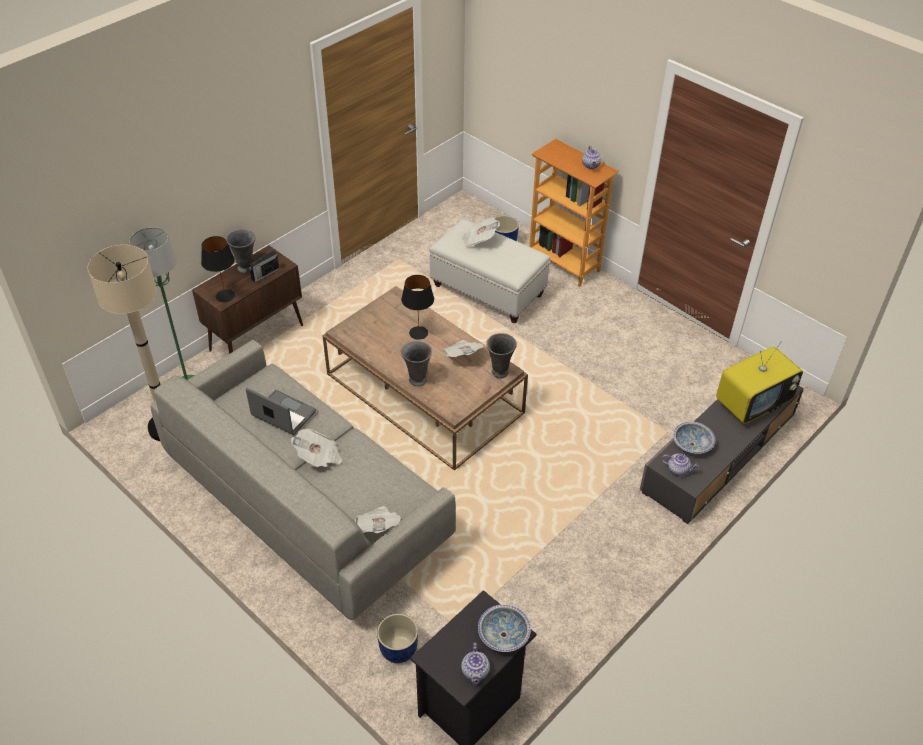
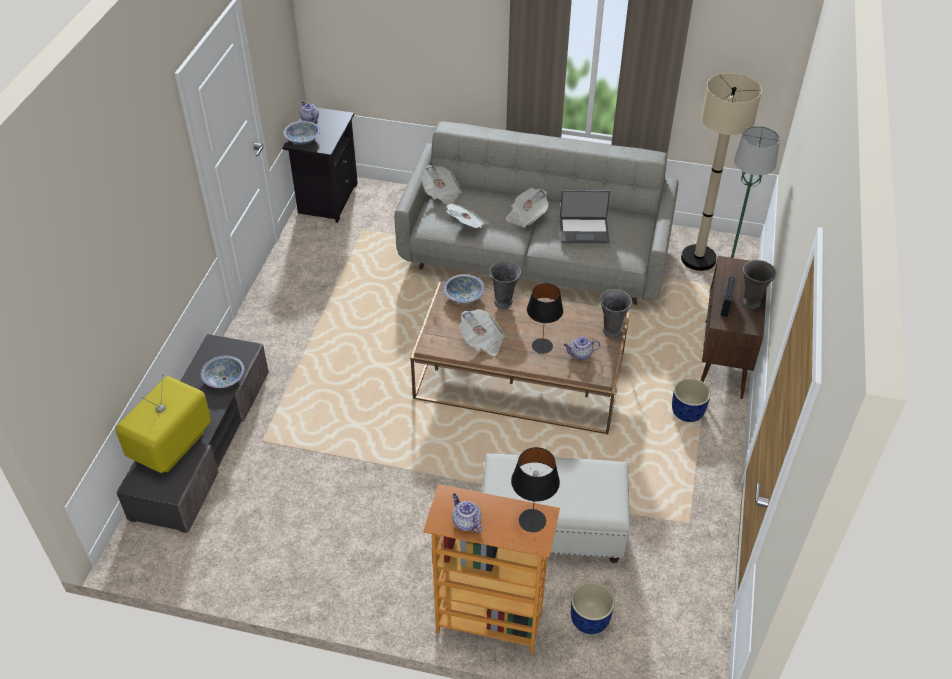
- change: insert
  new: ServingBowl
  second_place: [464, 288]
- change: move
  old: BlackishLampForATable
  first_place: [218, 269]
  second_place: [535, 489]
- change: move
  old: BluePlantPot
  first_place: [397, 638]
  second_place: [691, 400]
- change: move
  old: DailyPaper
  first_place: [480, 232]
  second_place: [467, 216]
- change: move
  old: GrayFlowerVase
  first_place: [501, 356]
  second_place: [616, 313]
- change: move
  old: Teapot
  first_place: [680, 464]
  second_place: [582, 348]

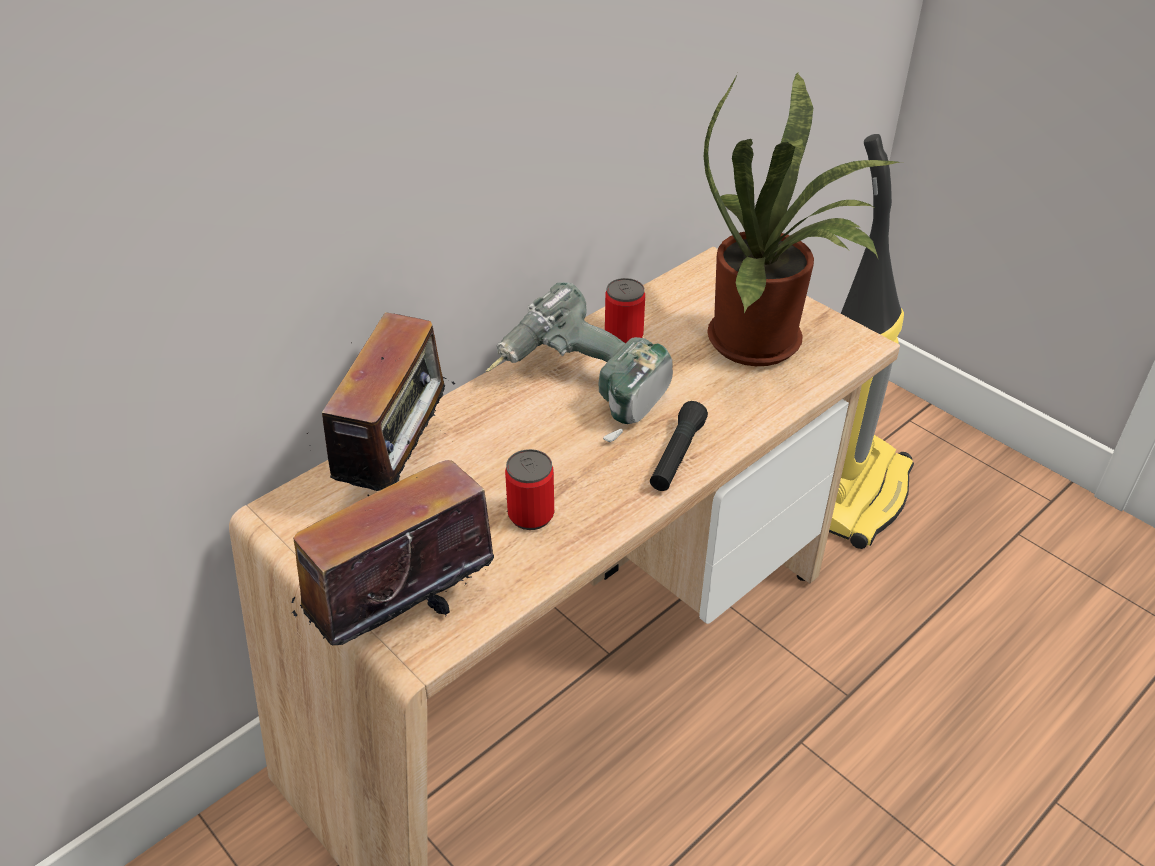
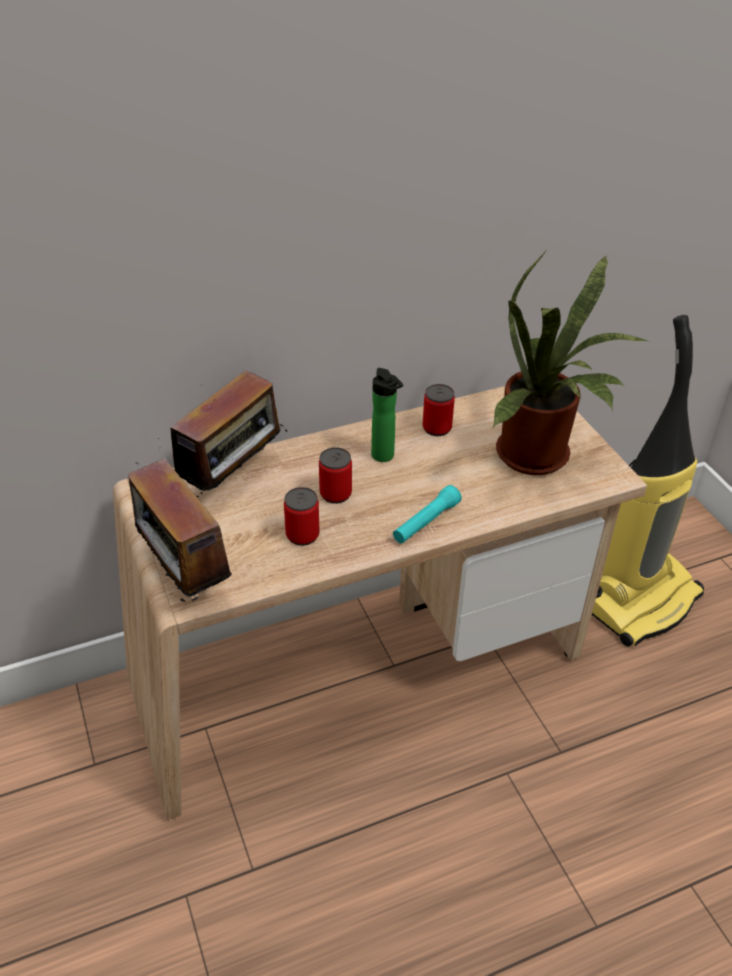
- change: insert
  new: SealedCan
  second_place: [335, 475]
- change: replace
  old: ElectricDrill
  new: DrinkBottle
  first_place: [579, 362]
  second_place: [387, 415]
- change: recolor
  old: BlackishTorch
  new: TurquoiseTorch
  first_place: [679, 446]
  second_place: [427, 514]
- change: rotate
  old: Radio
  first_place: [400, 542]
  second_place: [180, 530]
  degrees: -105

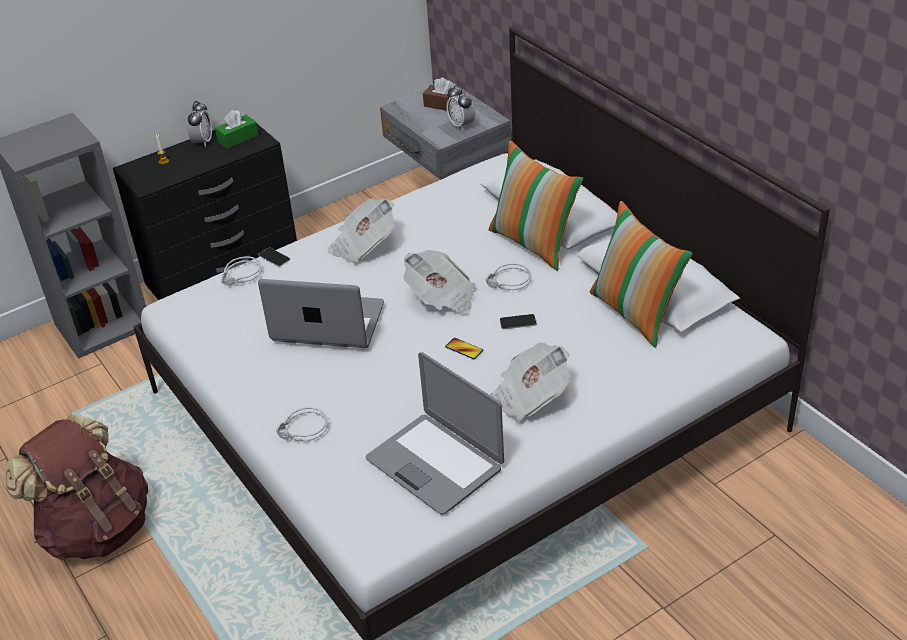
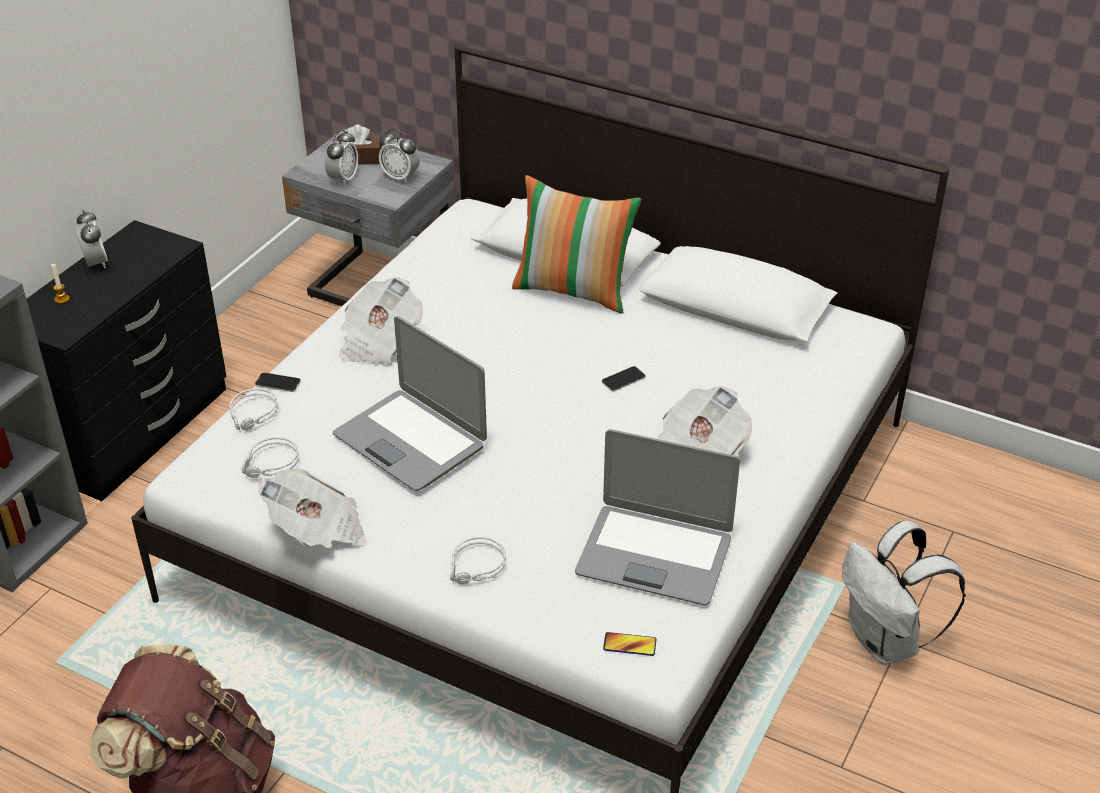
- change: delete
  old: GreenColouredBoxOfTissues
  first_place: [237, 129]
- change: delete
  old: ThrowPillow
  first_place: [641, 274]
- change: insert
  new: AlarmClock
  second_place: [341, 157]
- change: insert
  new: WhitishBackpack
  second_place: [904, 592]
- change: move
  old: DailyPaper
  first_place: [439, 282]
  second_place: [312, 508]
- change: move
  old: Telephone
  first_place: [464, 348]
  second_place: [630, 644]
- change: move
  old: GrayHeadset
  first_place: [508, 276]
  second_place: [270, 458]
- change: rotate
  old: NotebookComputer
  first_place: [321, 313]
  second_place: [410, 403]
  degrees: -120

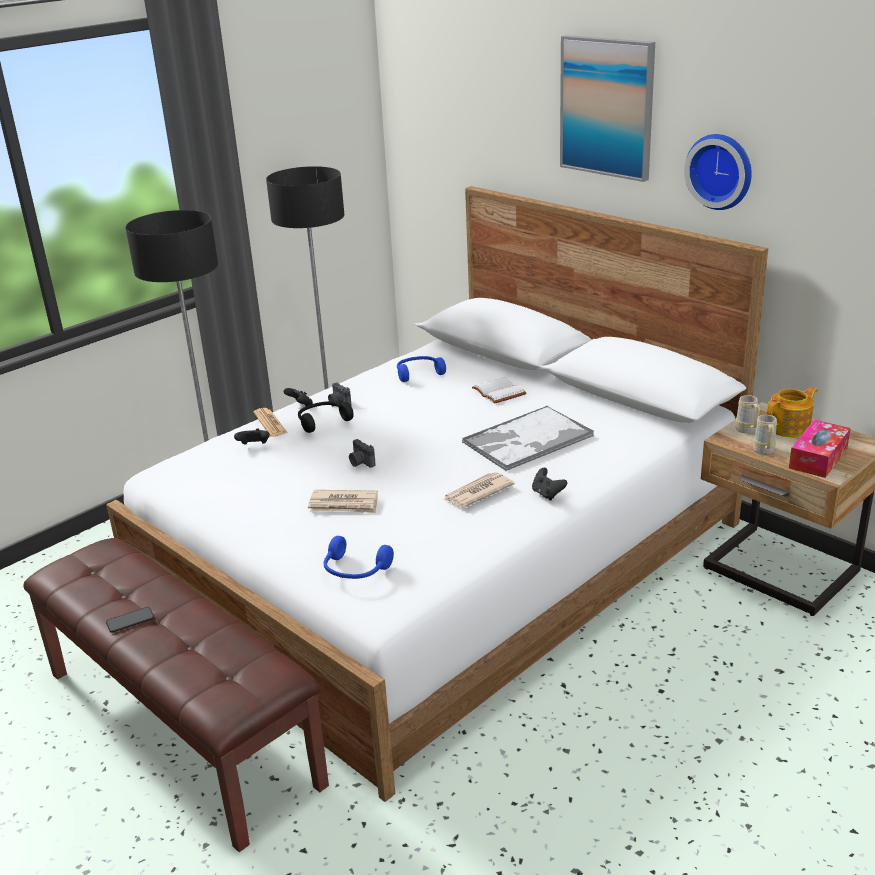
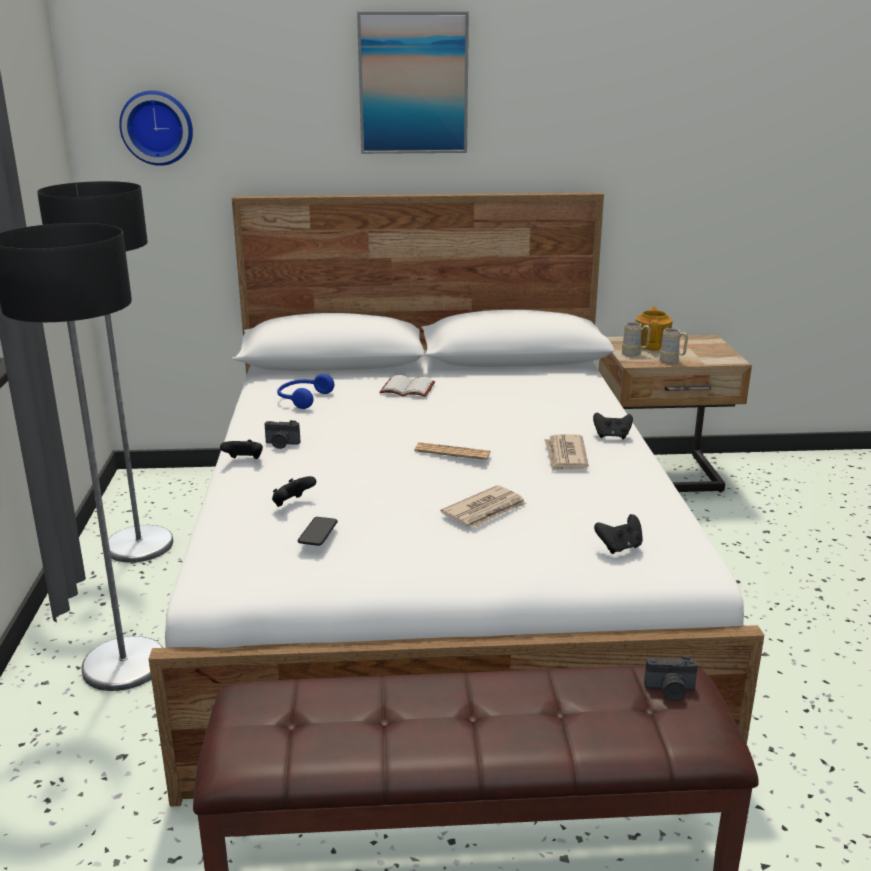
- change: delete
  old: BlackishHeadset
  first_place: [326, 417]
- change: delete
  old: Tray
  first_place: [528, 438]
- change: delete
  old: BoxOfTissues
  first_place: [820, 449]
- change: move
  old: Telephone
  first_place: [130, 620]
  second_place: [318, 531]
- change: move
  old: DailyPaper
  first_place: [270, 422]
  second_place: [452, 451]
- change: move
  old: StillCamera
  first_place: [362, 453]
  second_place: [671, 678]
- change: move
  old: ClockOnTheWall
  first_place: [718, 172]
  second_place: [156, 128]
- change: replace
  old: BlueHeadset
  new: BlackishJoypad
  first_place: [359, 557]
  second_place: [618, 534]

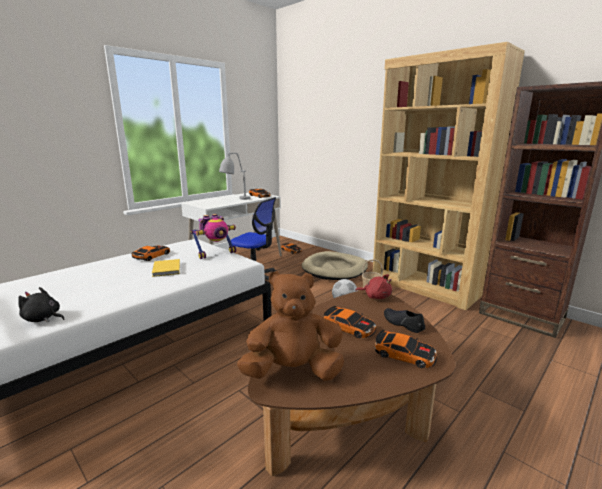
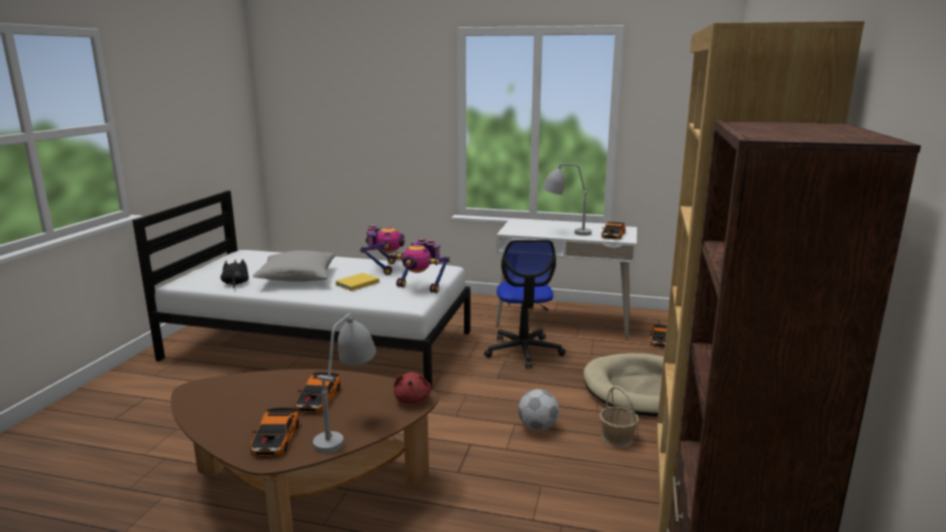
- change: delete
  old: BrownColouredPlushToy
  first_place: [290, 326]
- change: insert
  new: GrayThrowPillow
  second_place: [294, 266]
- change: replace
  old: ModelCar
  new: RobotFigure
  first_place: [151, 253]
  second_place: [382, 250]
- change: replace
  old: BlackishShoe
  new: GrayLampForATable
  first_place: [404, 320]
  second_place: [344, 383]

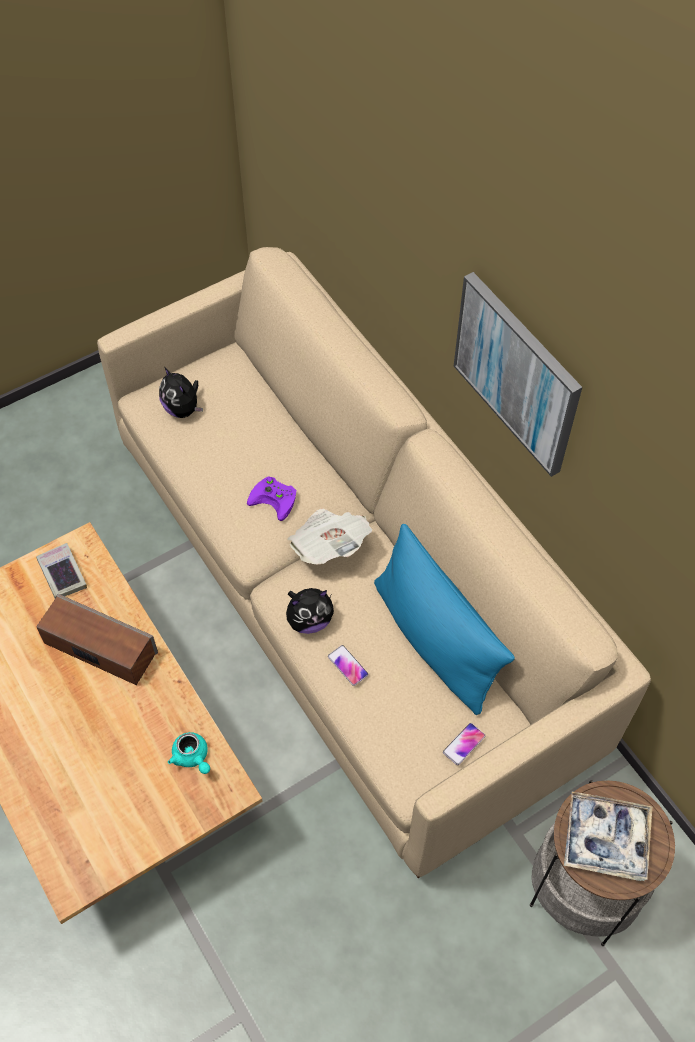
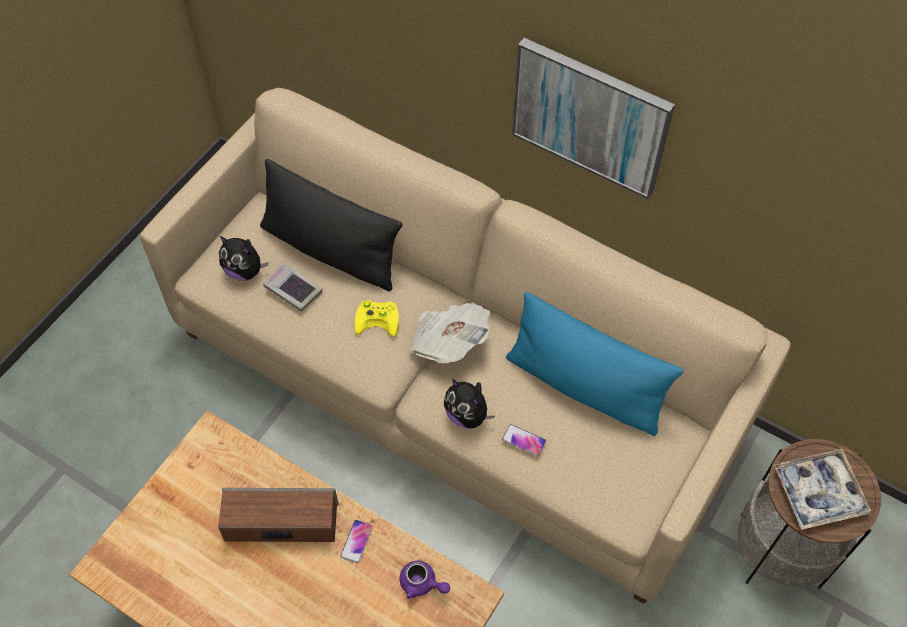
- change: insert
  new: BlackishThrowPillow
  second_place: [331, 225]
- change: move
  old: Volume
  first_place: [61, 570]
  second_place: [292, 287]
- change: move
  old: Telephone
  first_place: [464, 744]
  second_place: [356, 541]
- change: recolor
  old: TurquoiseTeapot
  new: PurplishTeapot
  first_place: [189, 753]
  second_place: [425, 580]
- change: recolor
  old: PurplishJoypad
  new: YellowColouredJoypad
  first_place: [271, 498]
  second_place: [376, 318]
- change: rotate
  old: PlushToy
  first_place: [310, 611]
  second_place: [469, 404]
  degrees: 90

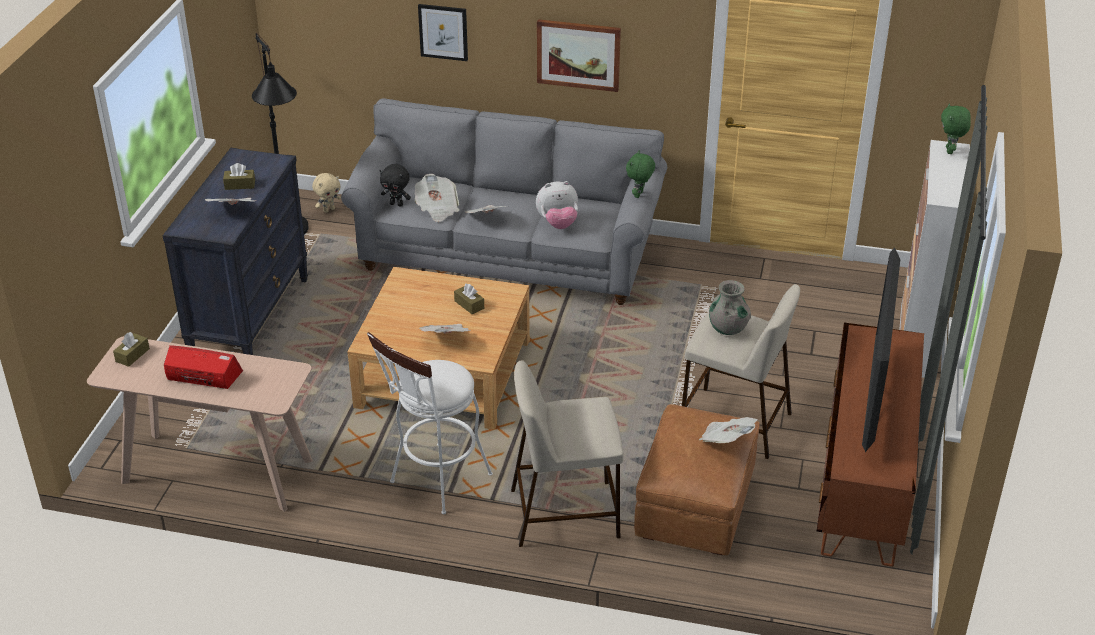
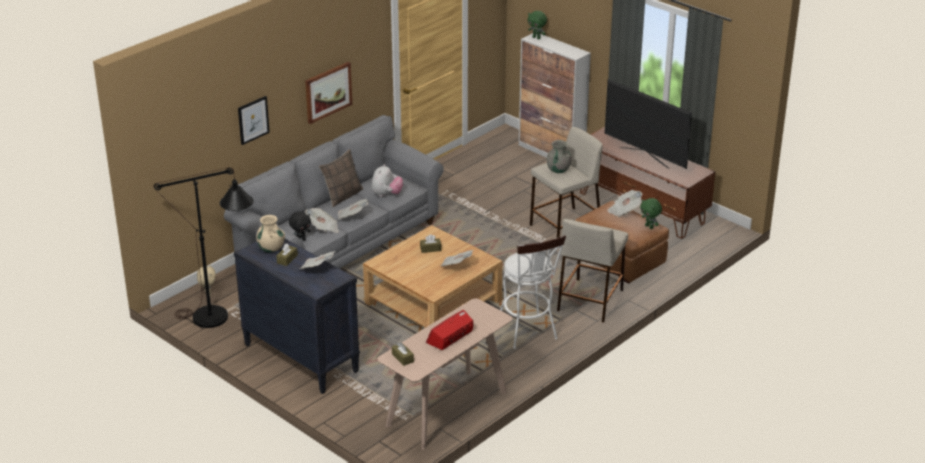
- change: insert
  new: SandColouredFlowerVase
  second_place: [270, 233]
- change: insert
  new: ThrowPillow
  second_place: [341, 178]
- change: move
  old: GreenColouredPlushToy
  first_place: [640, 174]
  second_place: [651, 213]

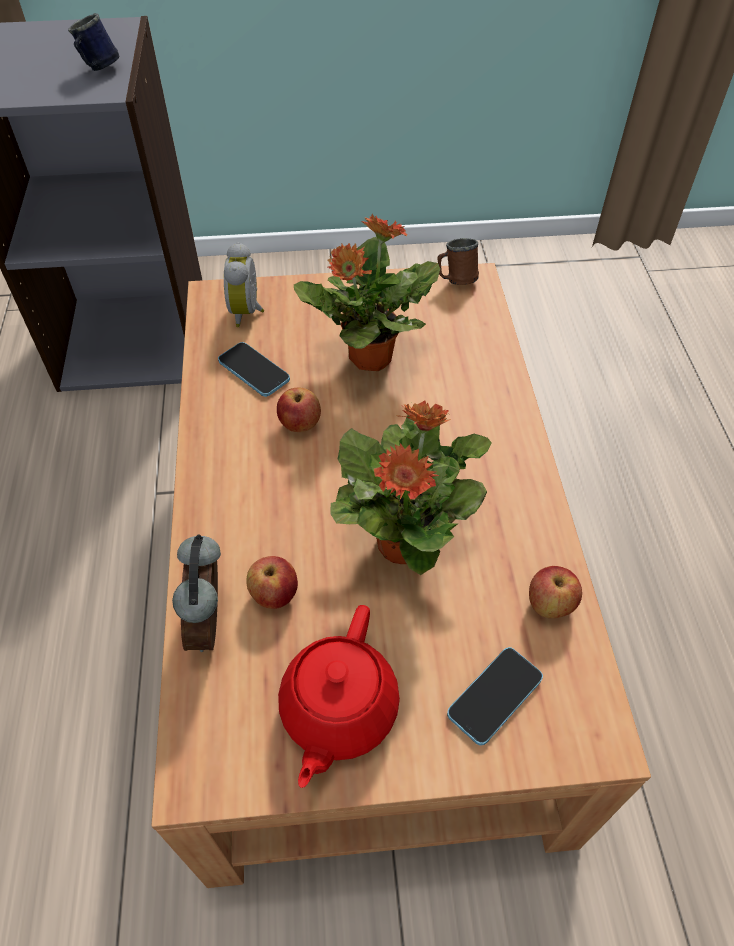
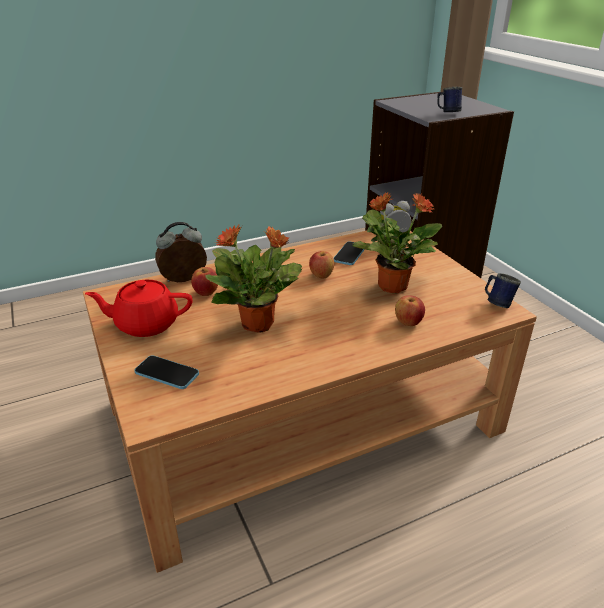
- change: move
  old: Apple
  first_place: [555, 592]
  second_place: [410, 310]
- change: recolor
  old: BrownColouredMug
  new: BlueMug
  first_place: [458, 261]
  second_place: [503, 290]

